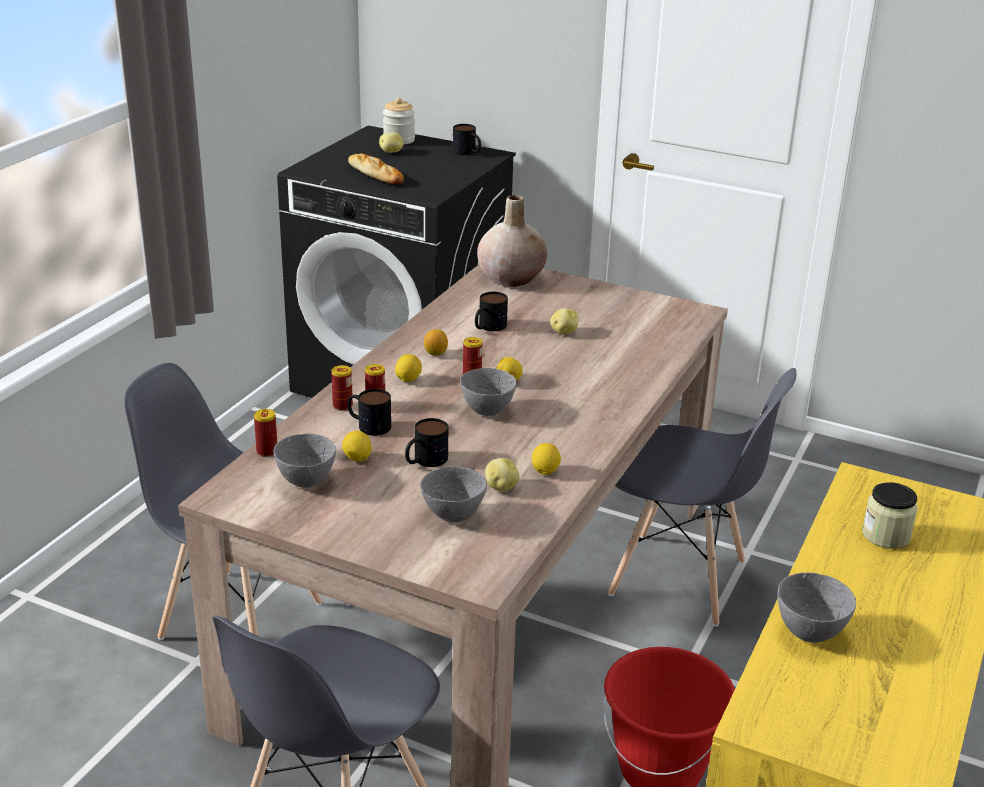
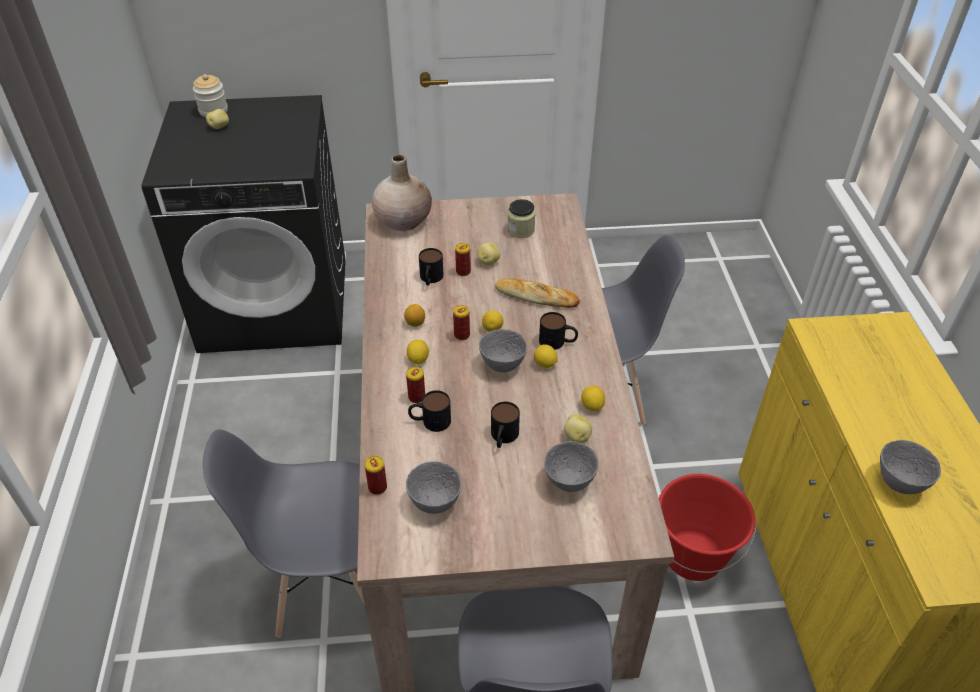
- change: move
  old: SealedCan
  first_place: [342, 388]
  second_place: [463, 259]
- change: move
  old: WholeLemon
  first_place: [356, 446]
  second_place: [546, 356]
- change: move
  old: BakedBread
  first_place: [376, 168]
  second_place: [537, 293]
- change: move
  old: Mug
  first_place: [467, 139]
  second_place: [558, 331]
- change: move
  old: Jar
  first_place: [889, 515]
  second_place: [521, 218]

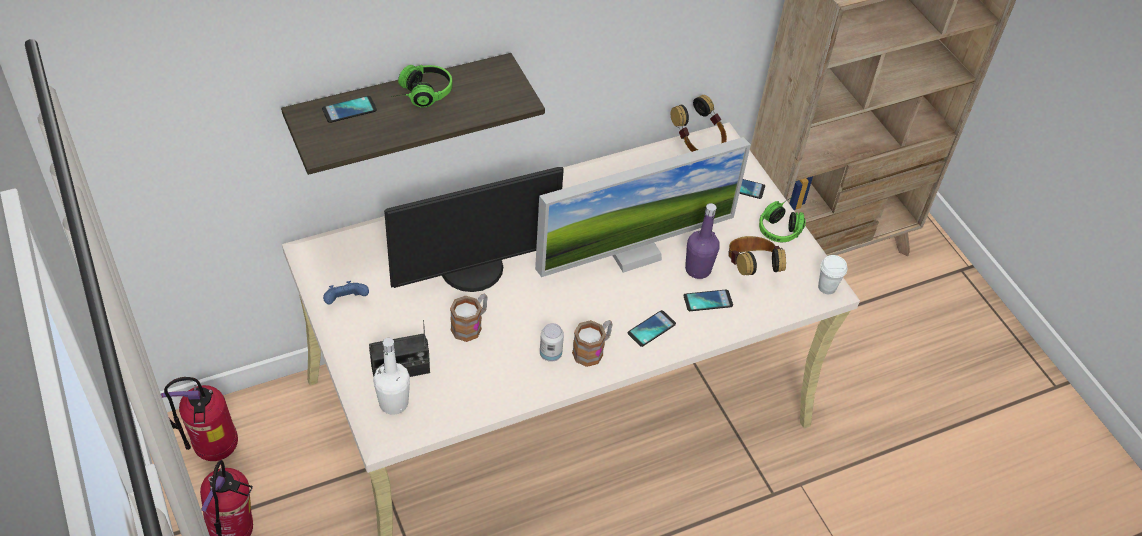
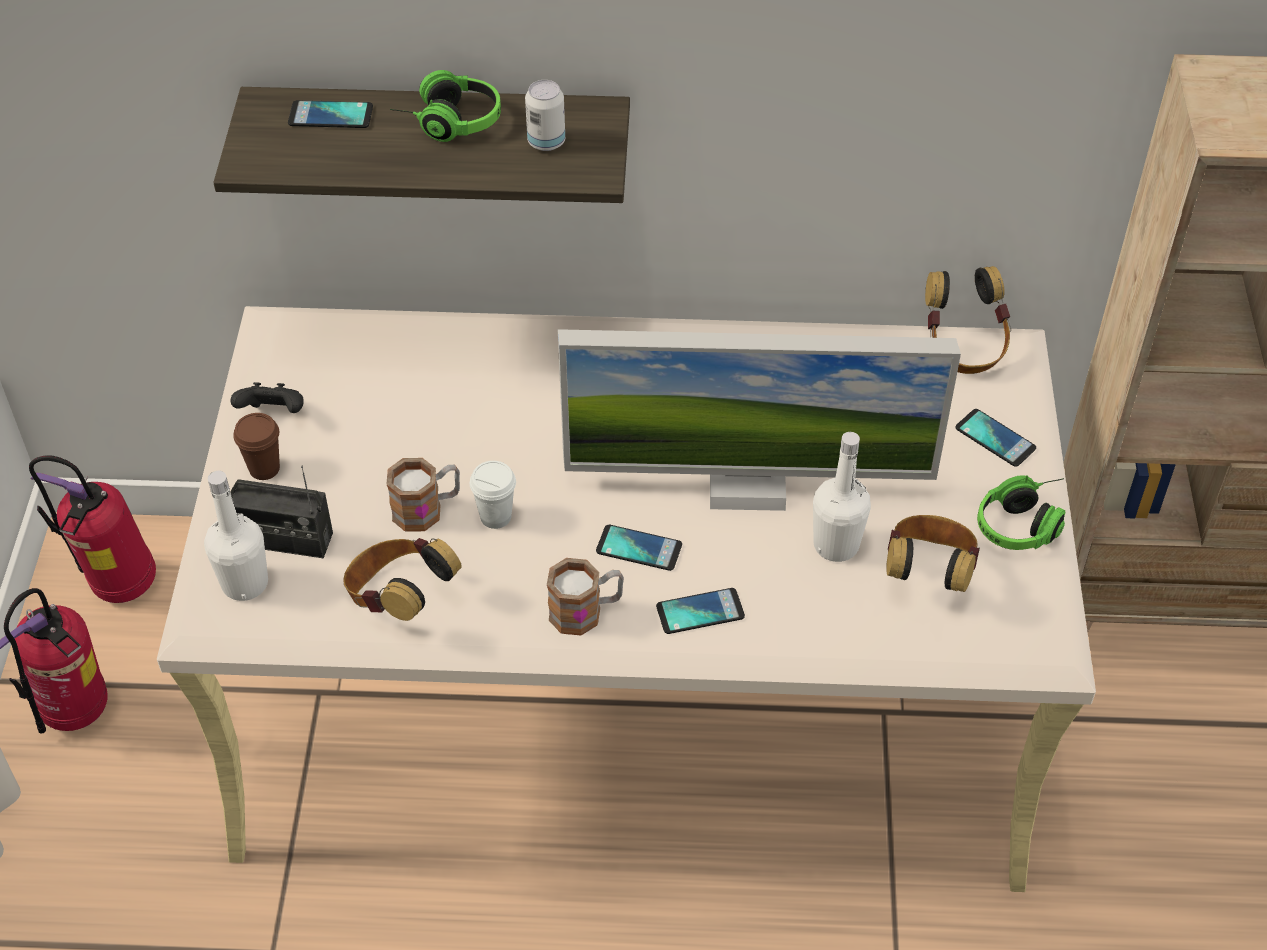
- change: delete
  old: ComputerDisplay
  first_place: [474, 229]
- change: insert
  new: BrownColouredSmallCup
  second_place: [257, 446]
- change: insert
  new: Headset
  second_place: [402, 579]
- change: move
  old: SealedCan
  first_place: [552, 342]
  second_place: [545, 115]
- change: move
  old: Telephone
  first_place: [708, 300]
  second_place: [639, 548]
- change: move
  old: WhitishSmallCup
  first_place: [832, 274]
  second_place: [493, 495]
- change: recolor
  old: BlueJoypad
  new: BlackishJoypad
  first_place: [346, 292]
  second_place: [267, 397]
- change: recolor
  old: PurplishDrinkBottle
  new: WhitishDrinkBottle
  first_place: [702, 241]
  second_place: [842, 497]

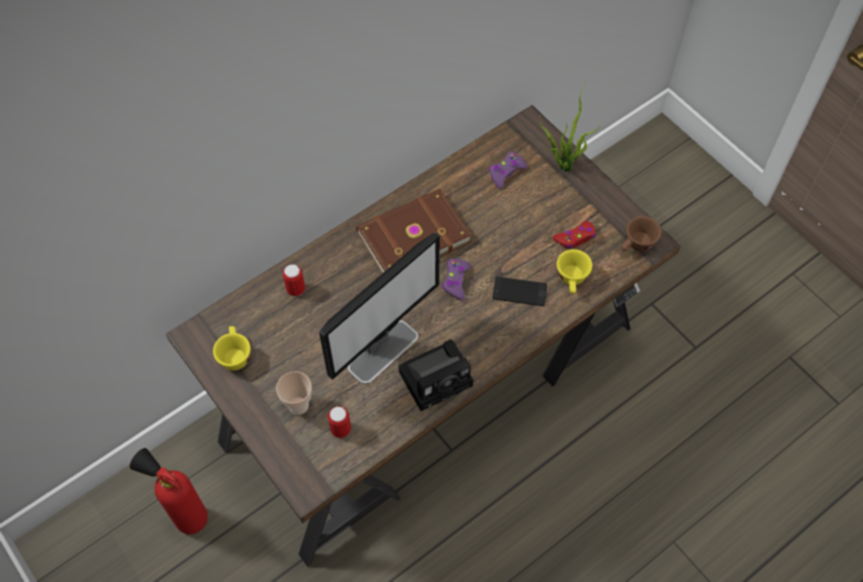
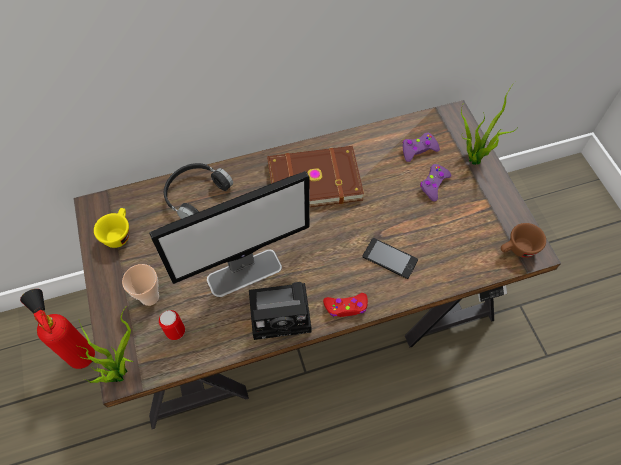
- change: delete
  old: YellowColouredSmallCup
  first_place: [574, 271]
- change: insert
  new: PottedPlant
  second_place: [105, 345]
- change: move
  old: PurplishJoypad
  first_place: [456, 279]
  second_place: [435, 182]
- change: move
  old: RedColouredJoypad
  first_place: [574, 235]
  second_place: [345, 305]
- change: replace
  old: SealedCan
  new: BlackishHeadset
  first_place: [294, 280]
  second_place: [198, 191]

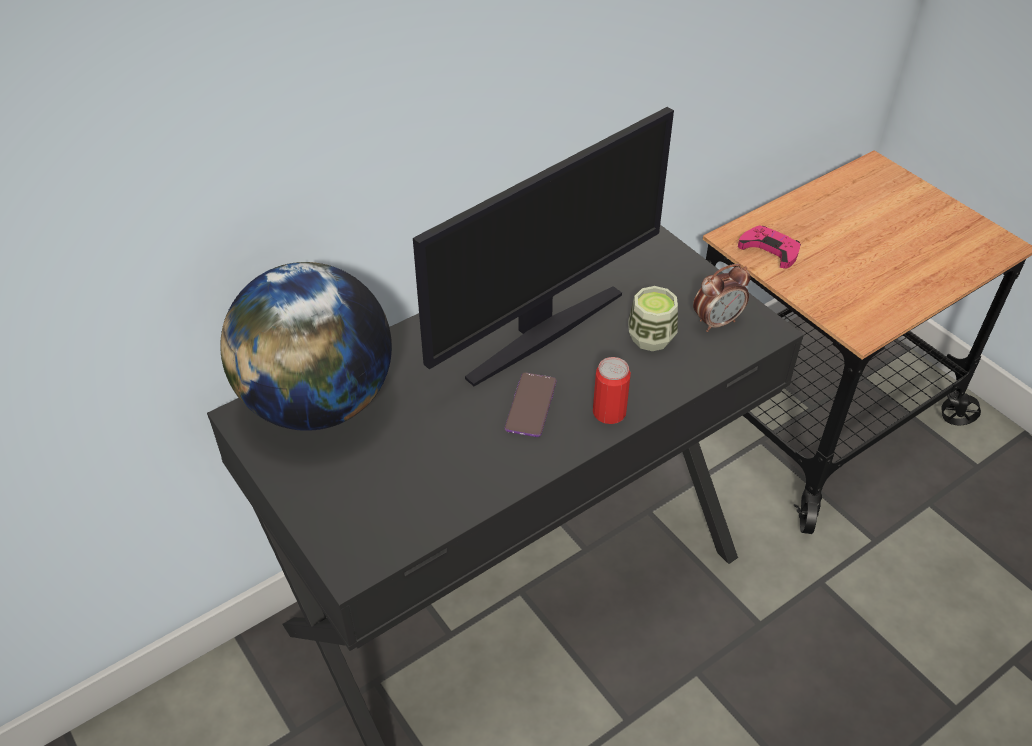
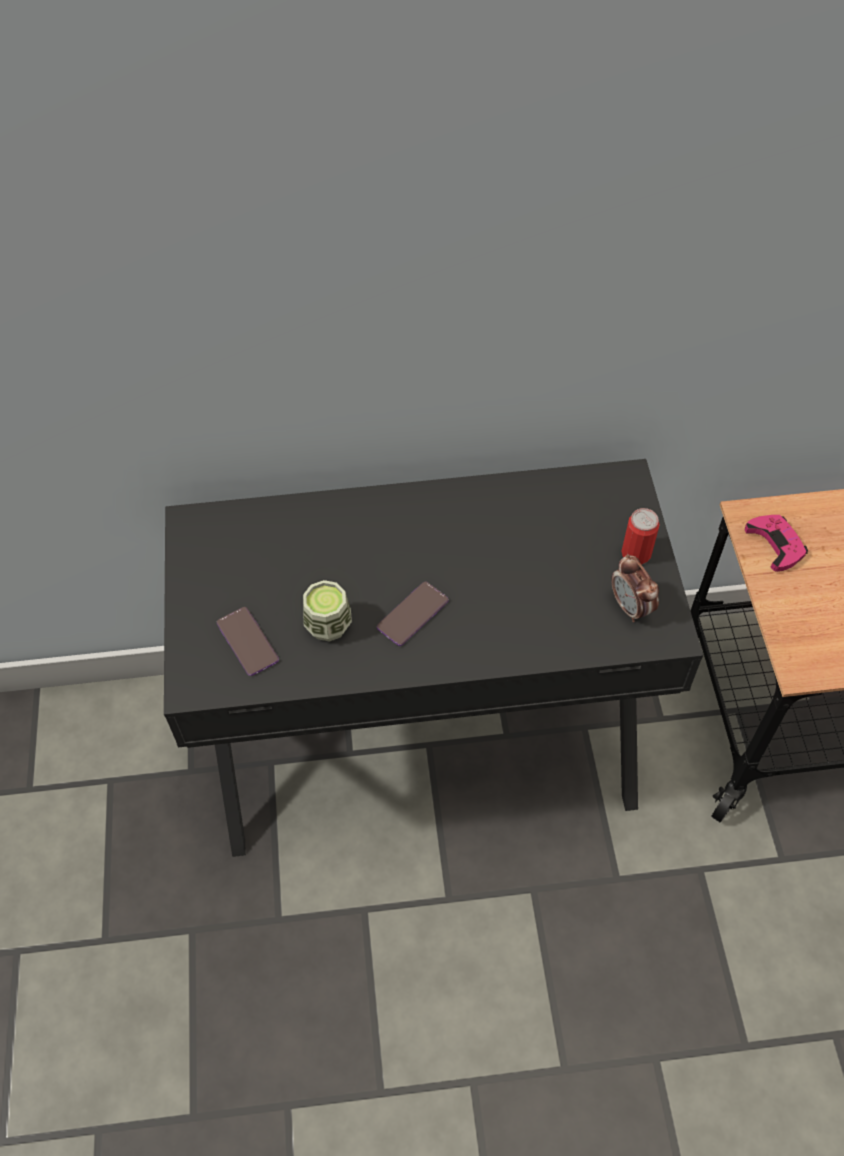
- change: delete
  old: DeskGlobe
  first_place: [306, 346]
- change: delete
  old: ComputerDisplay
  first_place: [543, 246]
- change: insert
  new: Telephone
  second_place: [248, 641]
- change: move
  old: SealedCan
  first_place: [612, 390]
  second_place: [640, 536]
- change: move
  old: SmallCup
  first_place: [653, 318]
  second_place: [327, 611]
- change: rotate
  old: AlarmClock
  first_place: [722, 298]
  second_place: [635, 588]
  degrees: 60

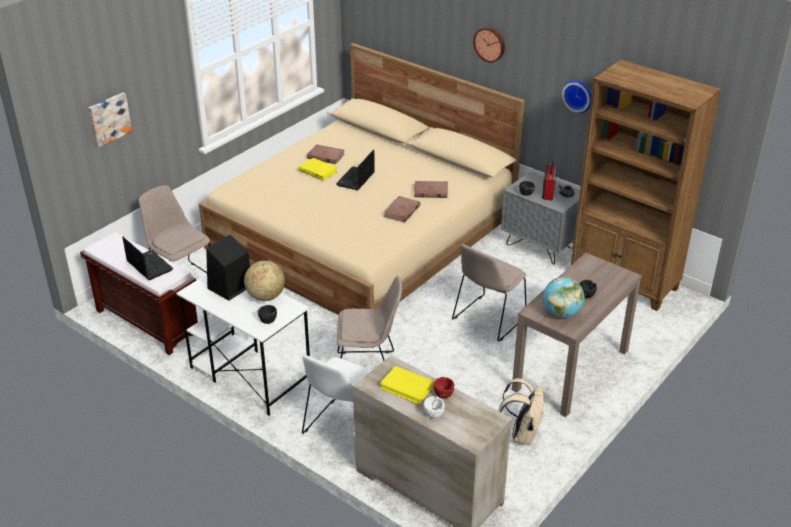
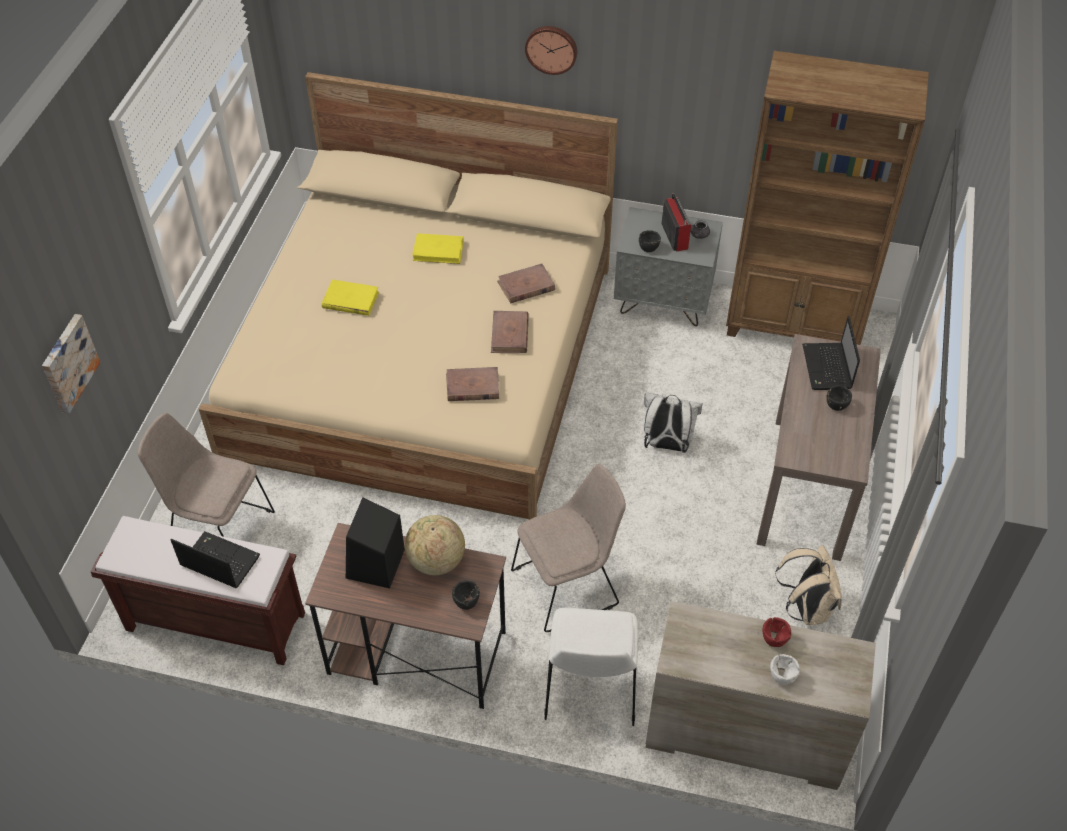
- change: delete
  old: DeskGlobe
  first_place: [564, 297]
- change: delete
  old: ClockOnTheWall
  first_place: [577, 96]
- change: move
  old: BrownColouredVolume
  first_place: [326, 154]
  second_place: [472, 384]
- change: move
  old: NotebookComputer
  first_place: [355, 169]
  second_place: [831, 353]
- change: move
  old: YellowColouredVolume
  first_place: [407, 385]
  second_place: [437, 248]
- change: replace
  old: SandColouredChair
  new: WhitishBackpack
  first_place: [489, 292]
  second_place: [673, 423]
- change: recolor
  old: WhitishDeskUnit
  new: BrownColouredDeskUnit
  first_place: [243, 345]
  second_place: [405, 616]

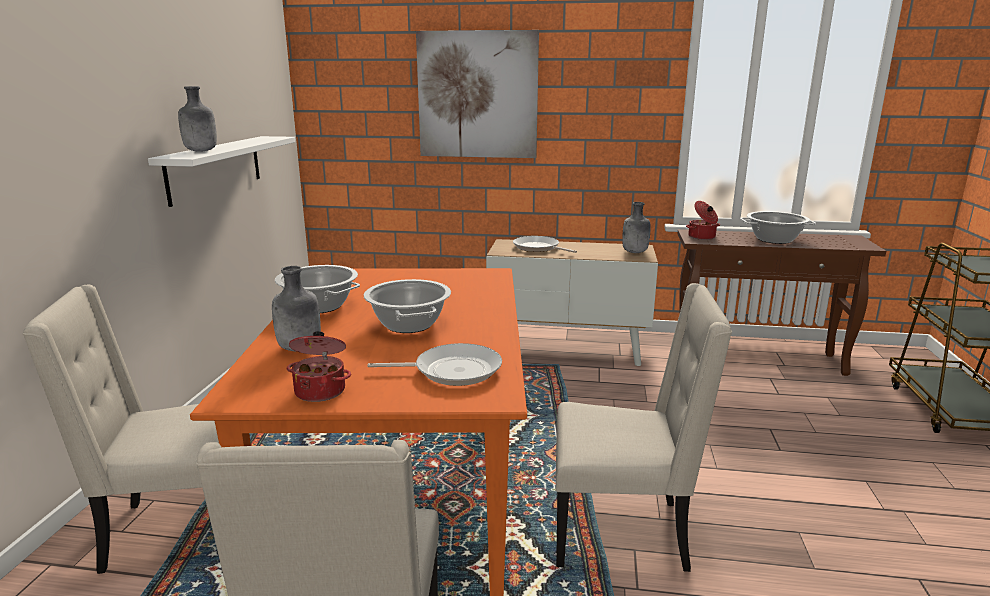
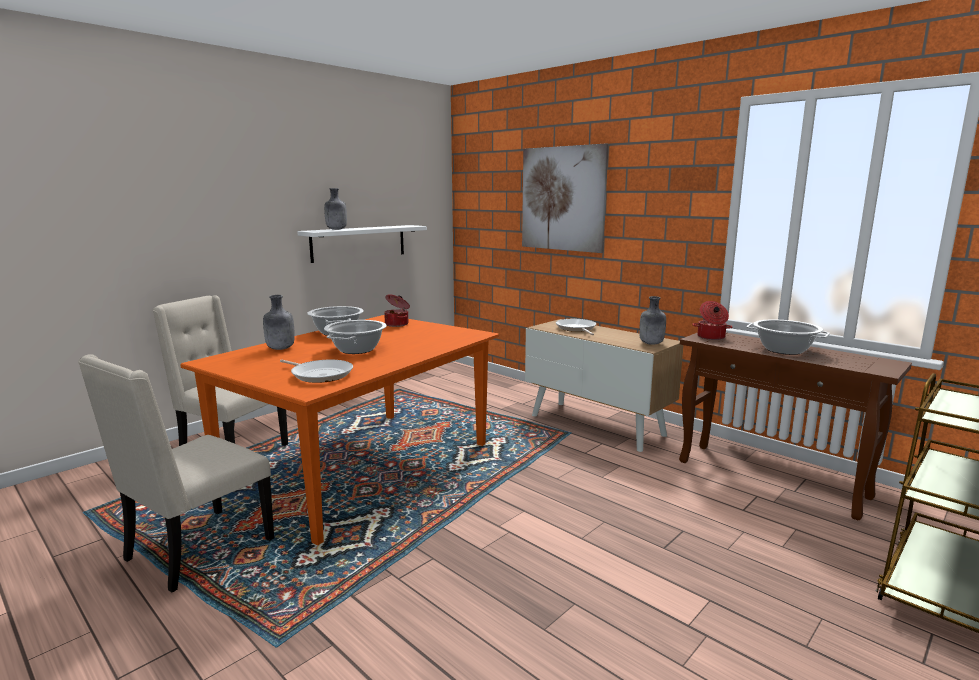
- change: delete
  old: SandColouredChair
  first_place: [644, 427]
- change: move
  old: Saucepot
  first_place: [319, 366]
  second_place: [397, 310]

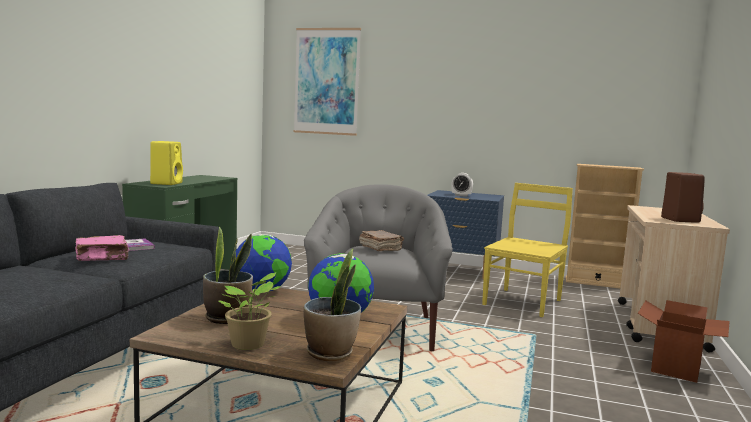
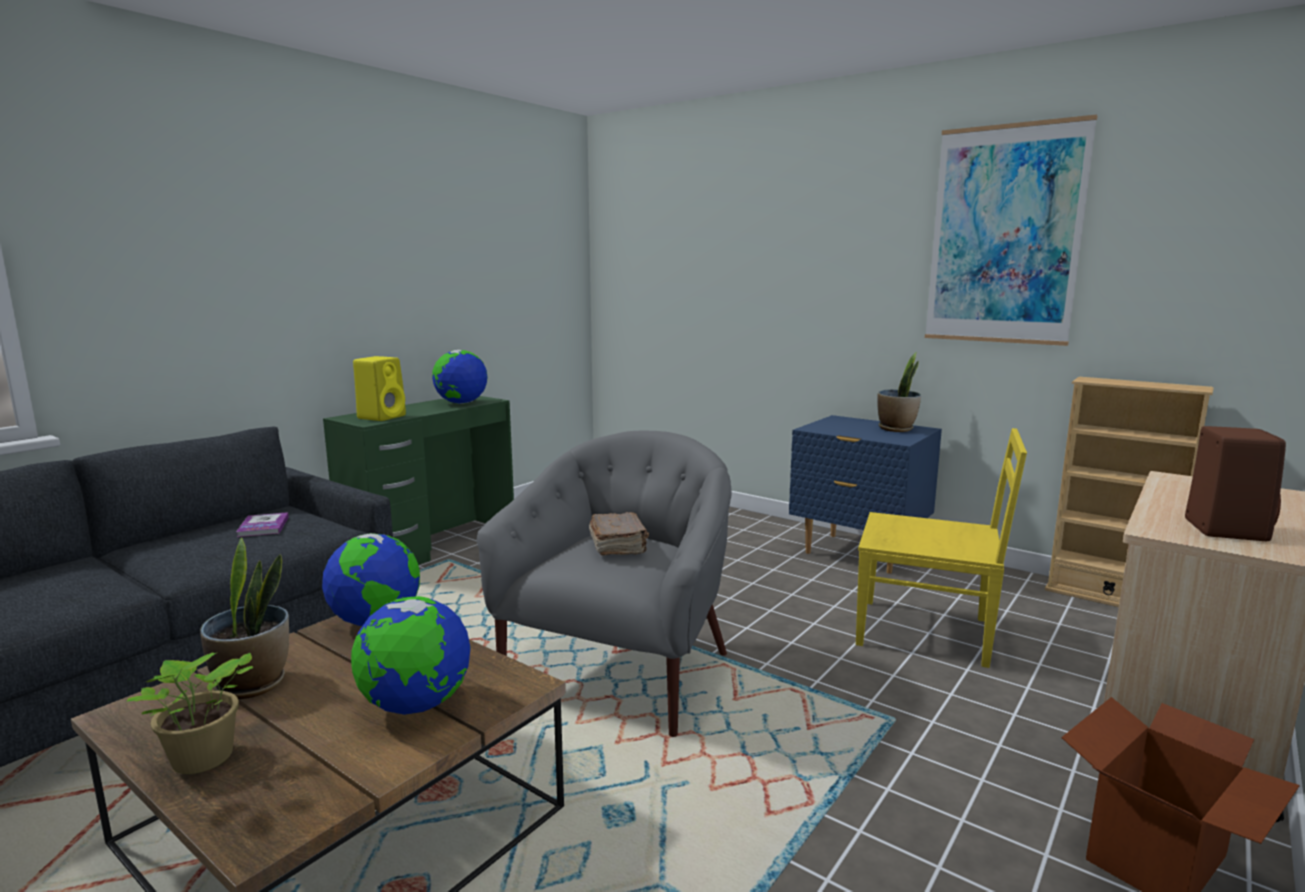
- change: delete
  old: PinkColouredVolume
  first_place: [102, 248]
- change: delete
  old: AlarmClock
  first_place: [462, 185]
- change: insert
  new: DeskGlobe
  second_place: [460, 377]
- change: move
  old: WallArt
  first_place: [327, 82]
  second_place: [1011, 230]
- change: move
  old: PottedPlant
  first_place: [332, 305]
  second_place: [899, 392]
- change: rotate
  old: YellowColouredChair
  first_place: [527, 250]
  second_place: [941, 548]
  degrees: 60

